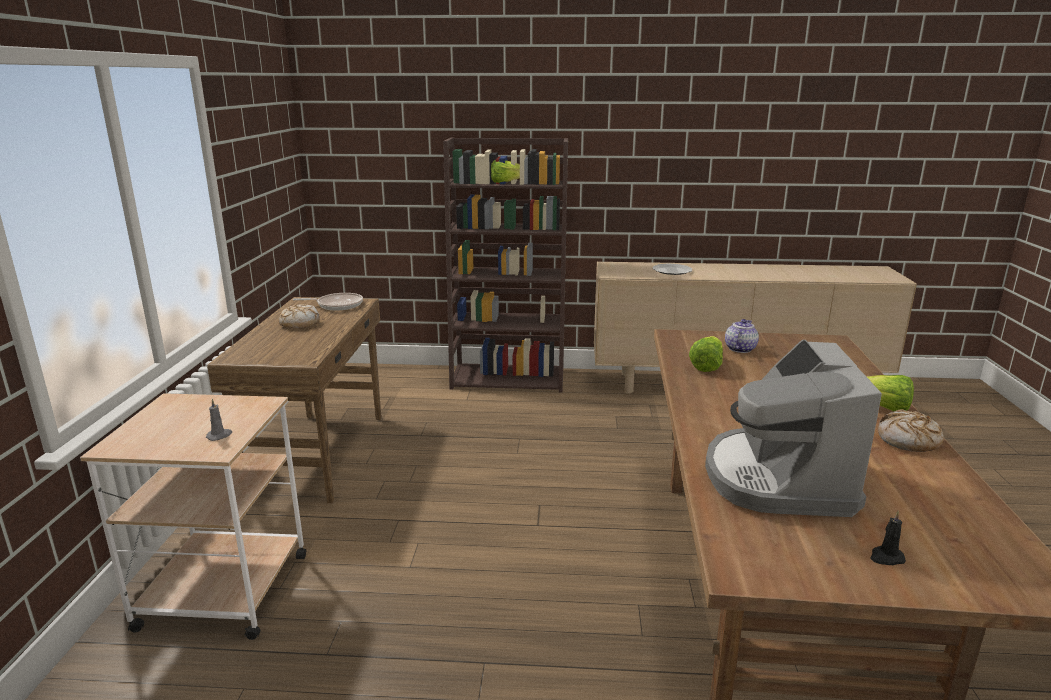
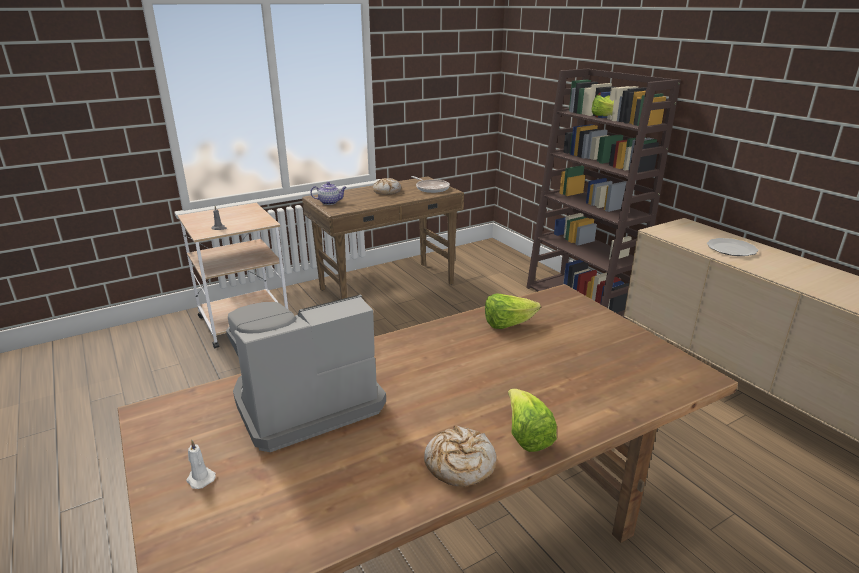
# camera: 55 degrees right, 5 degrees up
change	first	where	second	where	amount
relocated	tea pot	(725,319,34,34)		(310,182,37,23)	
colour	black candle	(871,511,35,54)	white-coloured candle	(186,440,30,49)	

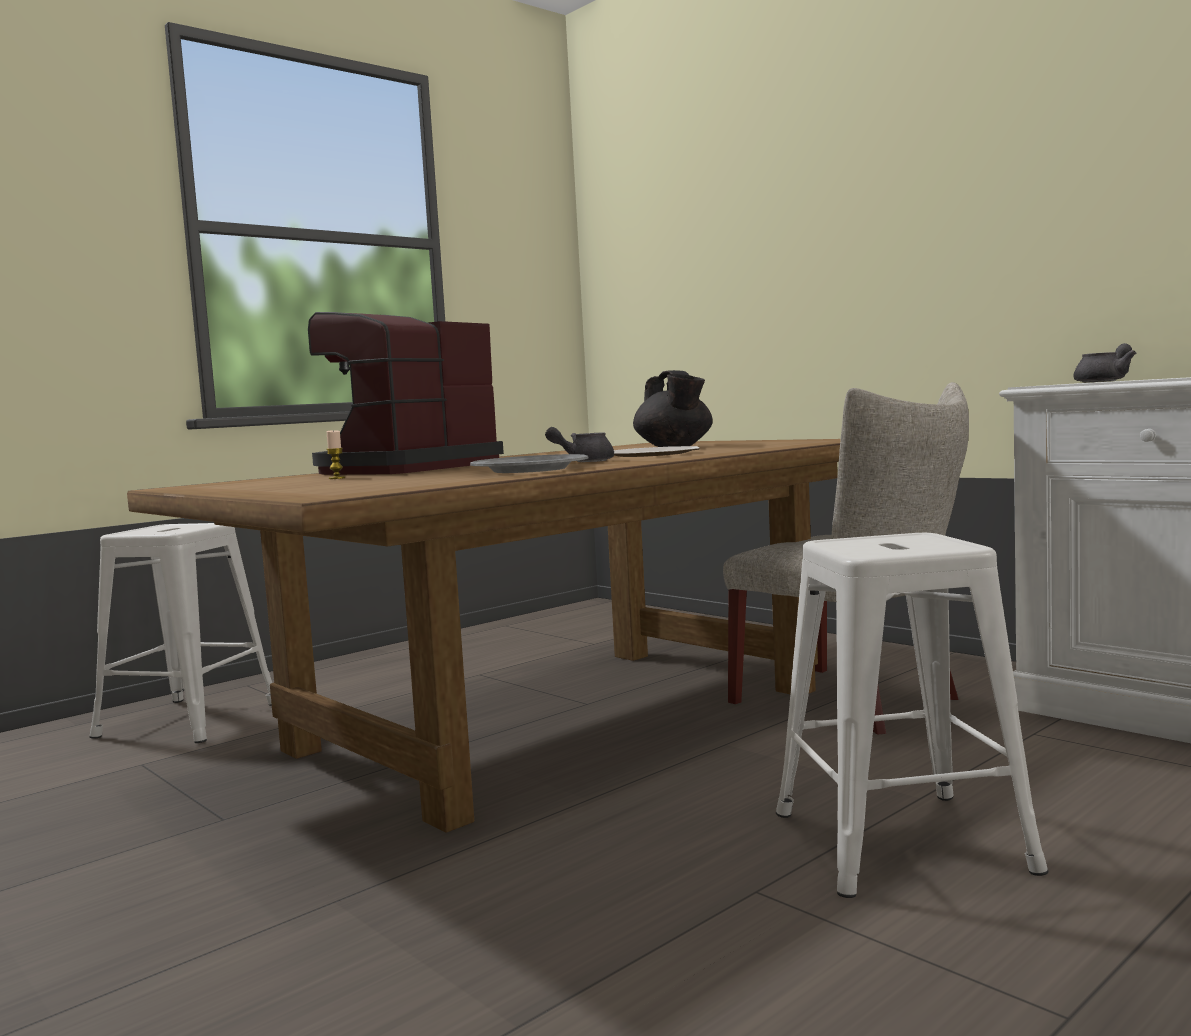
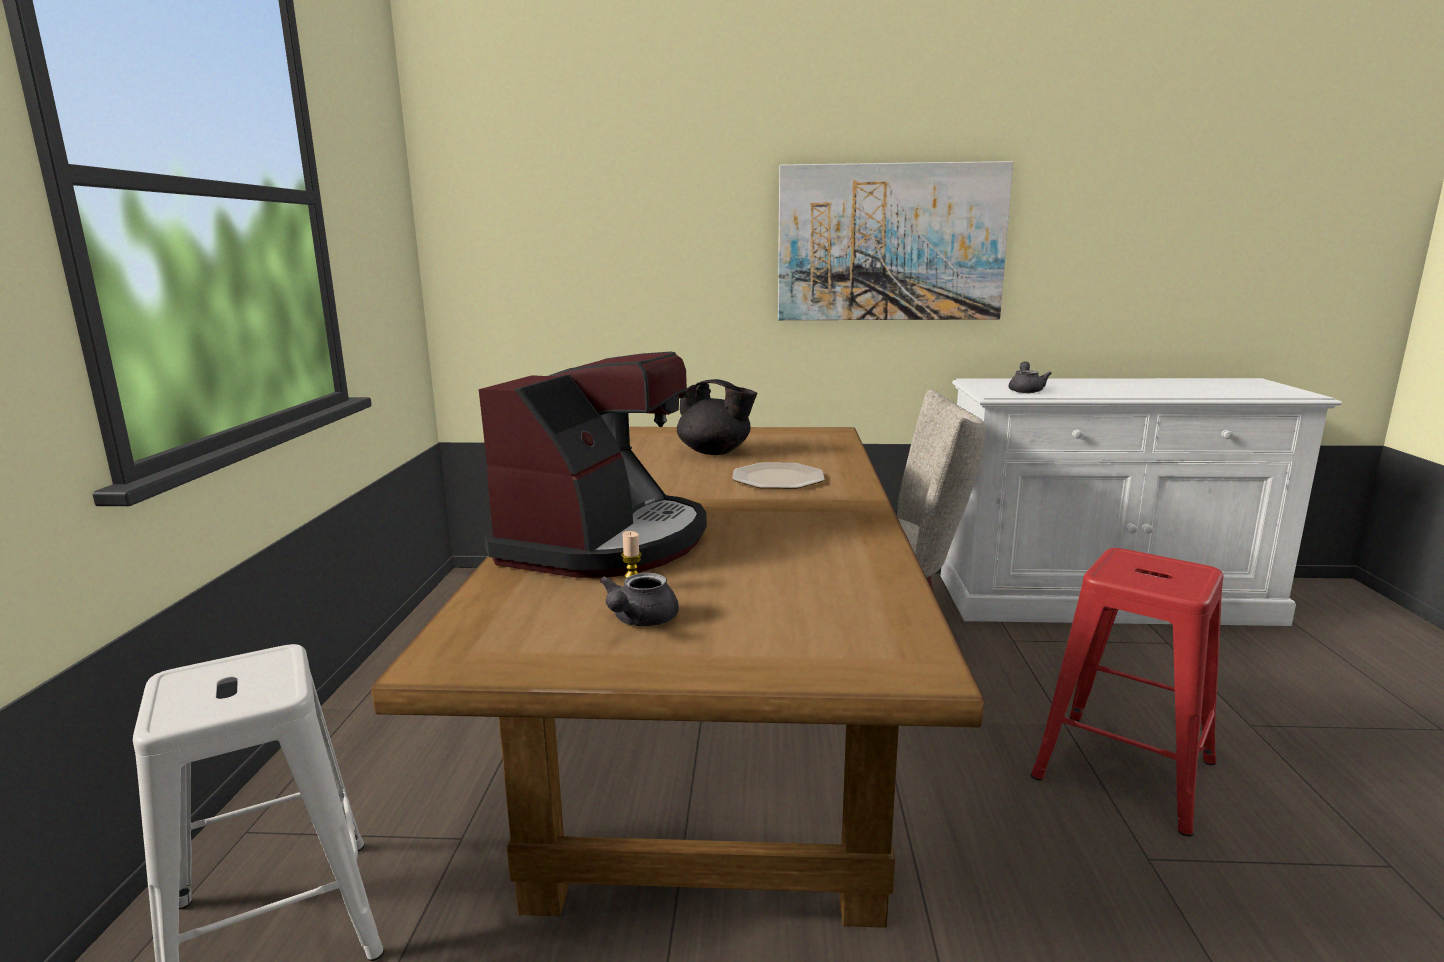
# camera: 45 degrees left, 10 degrees up
change	first	where	second	where	amount
missing	greyish flat dish	(470,454,119,19)			
appeared			picture	(778,161,235,159)	
relocated	greyish tea pot	(545,427,69,35)		(600,572,79,54)	
colour	white-coloured stool	(776,533,272,365)	red-coloured stool	(1031,548,193,289)	
spun	coffee machine	(308,312,196,163)		(479,351,228,227)	150 degrees counterclockwise

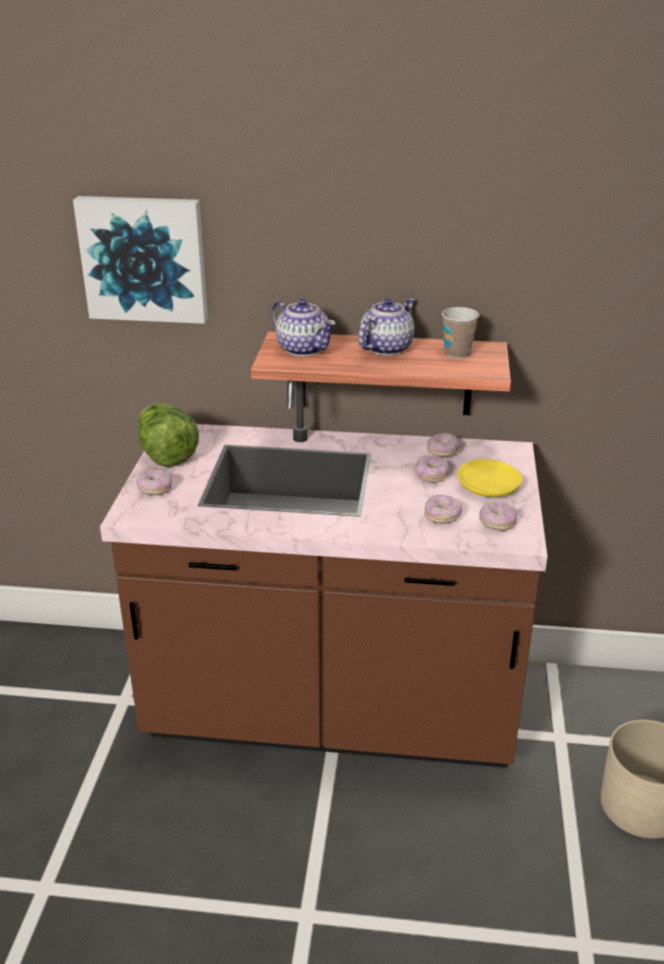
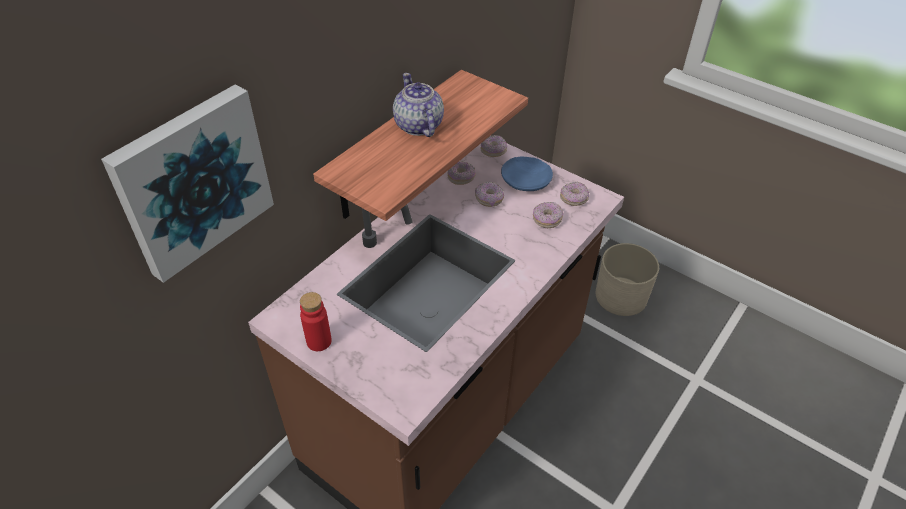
# camera: 60 degrees left, 15 degrees up
change	first	where	second	where	amount
missing	tea pot	(271,299,65,57)			
missing	cup	(442,307,37,52)			
relocated	ring doughnut	(136,469,36,26)		(480,135,27,22)	
exchanged	lettuce	(138,403,61,64)	red-coloured drink bottle	(300,292,32,59)	
colour	yellow-coloured flat dish	(457,459,66,38)	blue-coloured flat dish	(501,156,52,35)	

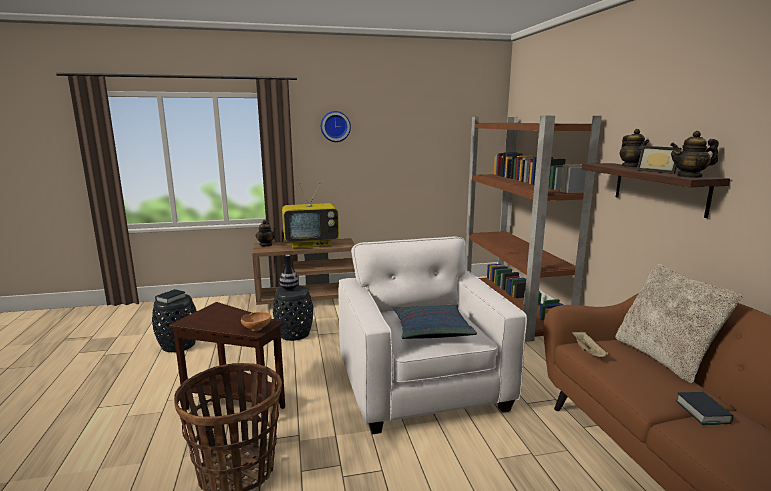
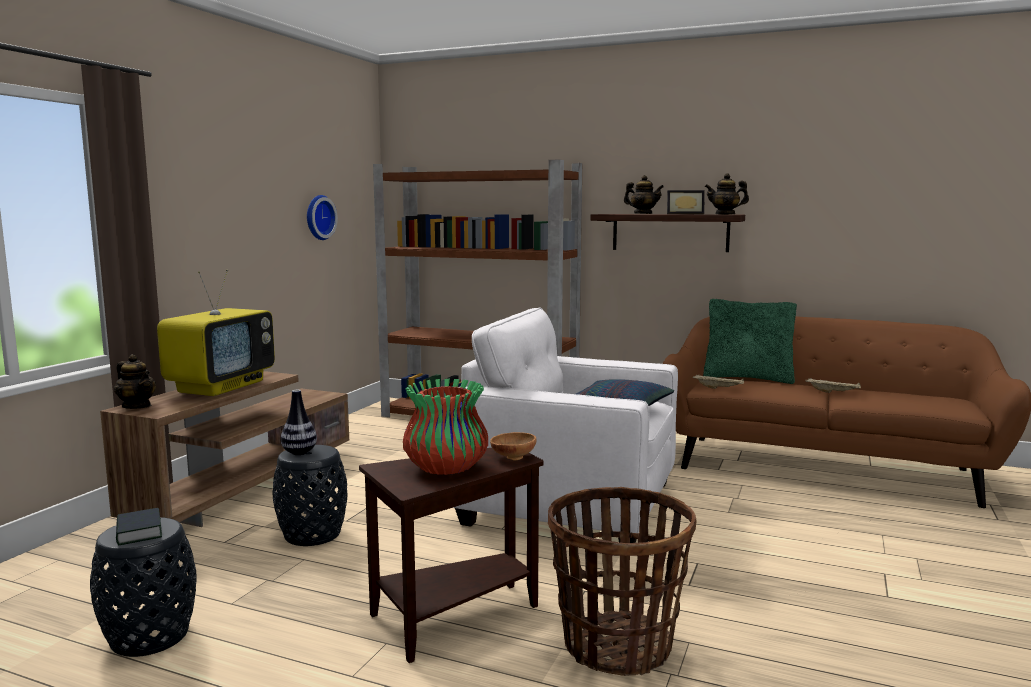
# camera: 55 degrees left, 5 degrees down
change	first	where	second	where	amount
appeared			vase	(403,379,85,96)	
relocated	clock on the wall	(321,111,30,31)		(307,195,31,45)	
exchanged	book	(676,392,57,33)	beige carrying tray	(806,378,55,15)	
colour	beige pillow	(615,264,128,119)	green-coloured pillow	(703,299,94,85)	
spun	tea pot	(670,131,49,47)		(705,173,44,42)	60 degrees clockwise

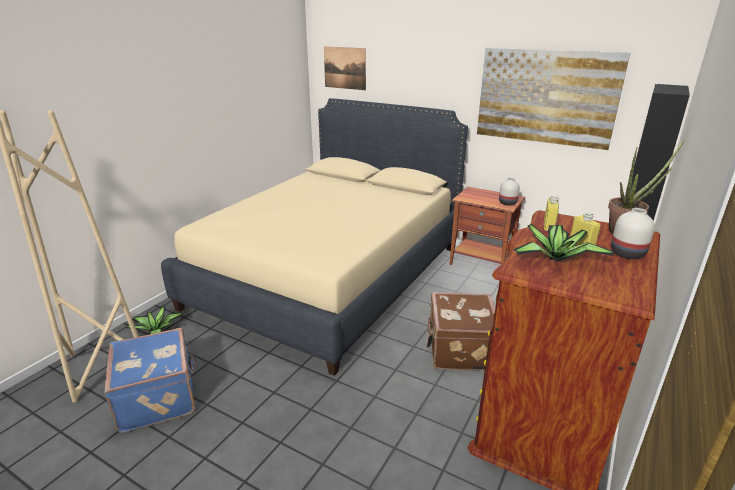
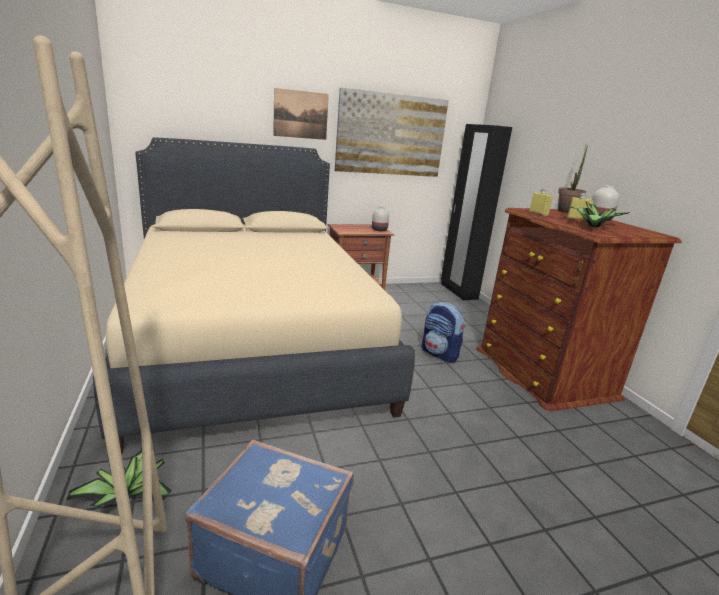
# camera: 50 degrees left, 5 degrees down
change	first	where	second	where	amount
relocated	picture	(324,46,42,44)		(273,88,56,52)	
exchanged	brown-coloured travel case	(427,292,68,79)	knapsack	(422,302,43,60)	

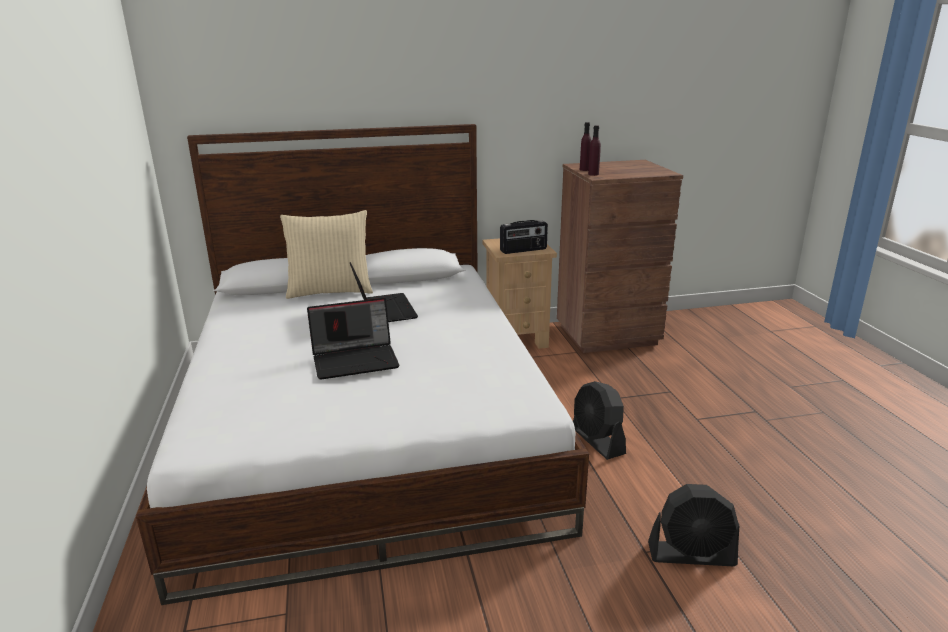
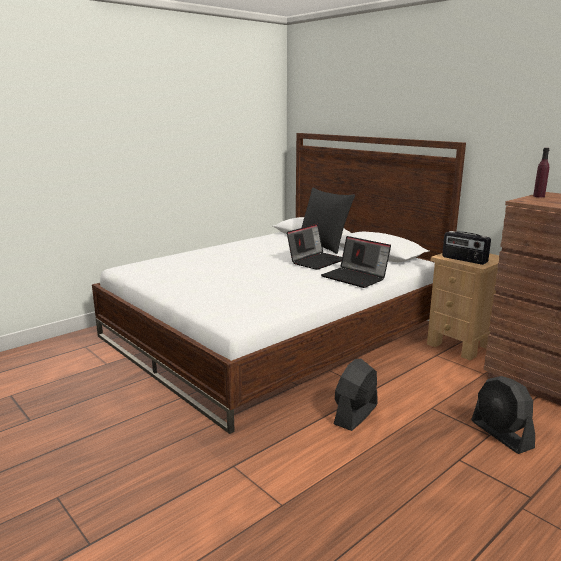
# camera: 60 degrees right, 5 degrees down
change	first	where	second	where	amount
missing	purple drink bottle	(588,125,13,51)			
relocated	notebook computer	(307,298,93,82)		(321,236,70,52)	
relocated	black fan	(648,484,91,82)		(471,376,64,78)	
colour	beige pillow	(280,210,93,89)	black pillow	(302,187,53,67)	

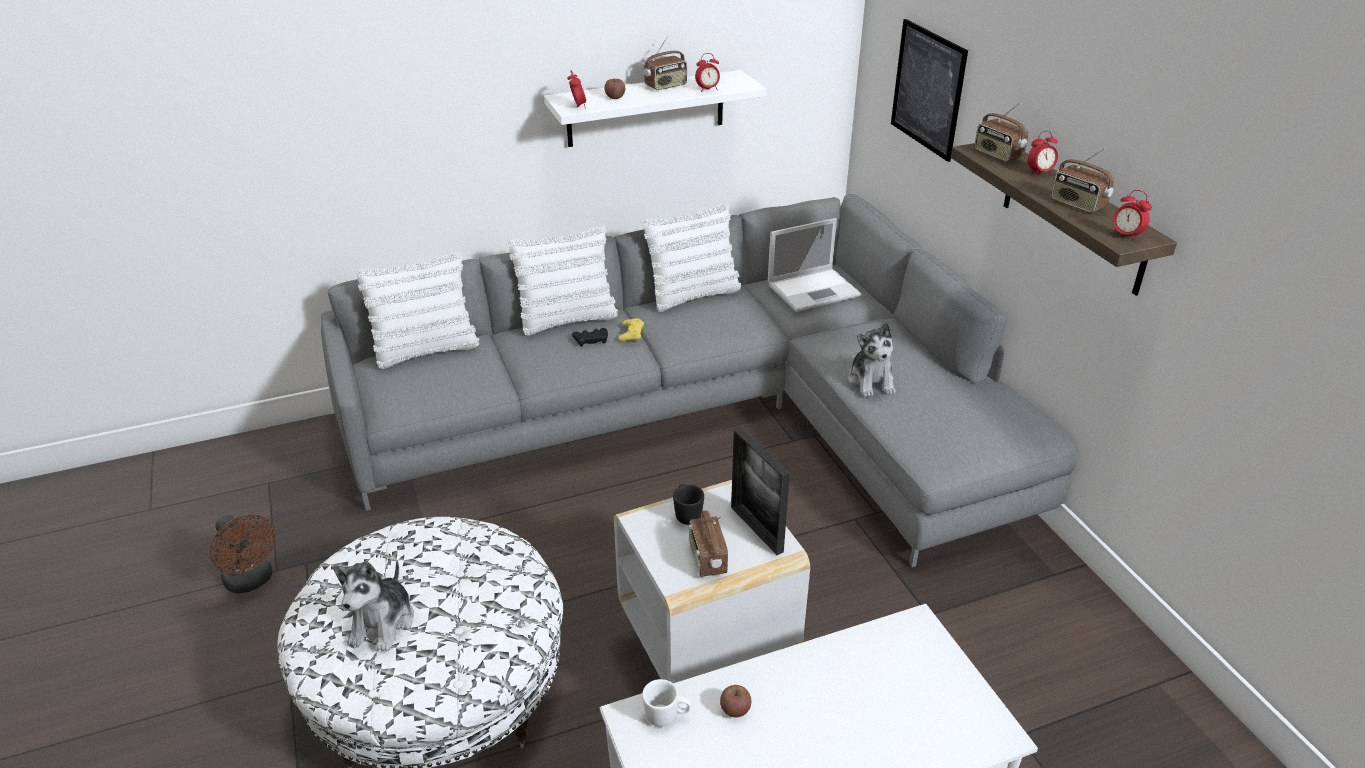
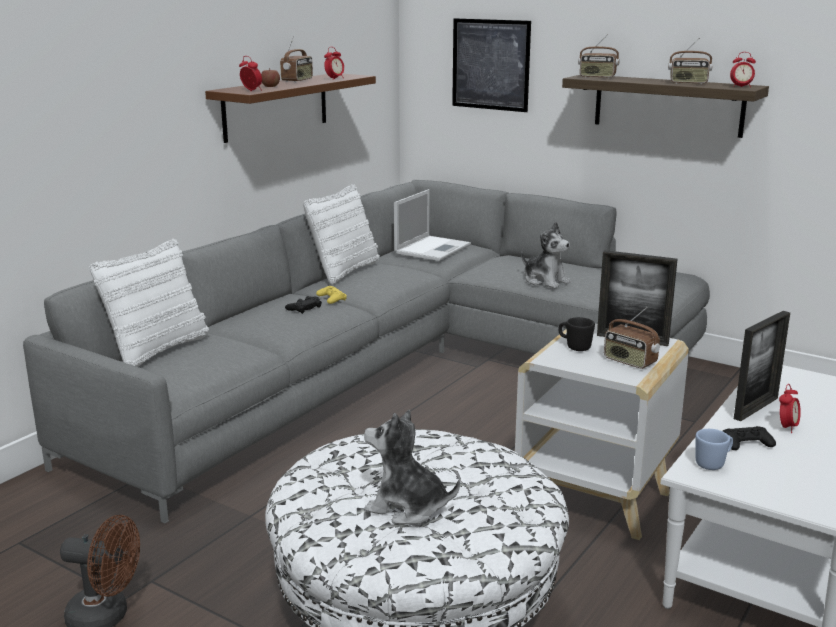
# camera: 35 degrees left, 15 degrees down
change	first	where	second	where	amount
missing	white-coloured pillow	(508,226,110,110)			
appeared			photo frame	(734,311,56,110)	
relocated	bedside clock	(1028,131,30,46)		(779,384,22,49)	
exchanged	apple	(720,685,31,33)	black joypad	(723,426,53,24)	
colour	white-coloured bracket shelf	(544,70,222,77)	brown-coloured bracket shelf	(205,74,171,69)	
colour	white-coloured tea mug	(642,679,49,48)	blue-coloured tea mug	(696,429,37,41)	
spun	cuddly toy	(333,560,81,92)		(364,410,96,115)	135 degrees clockwise

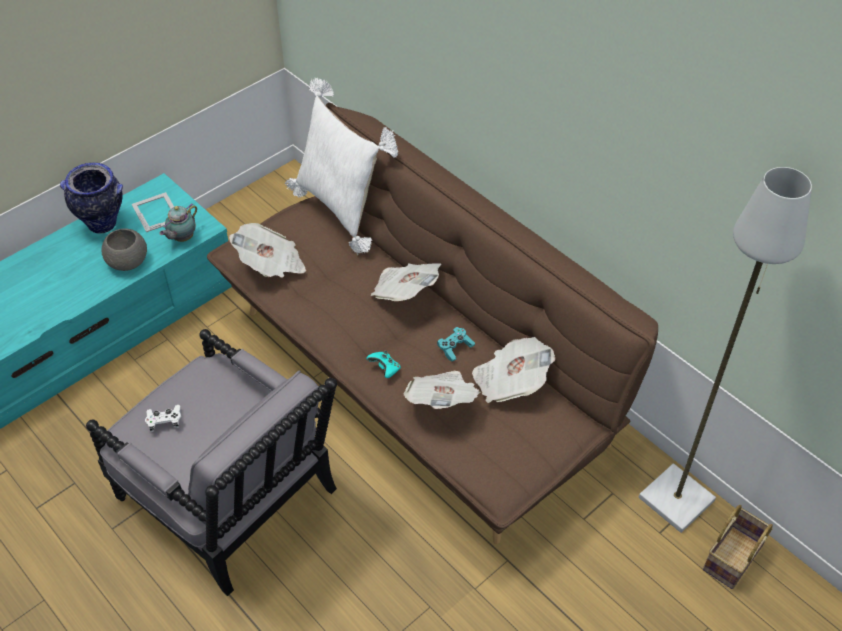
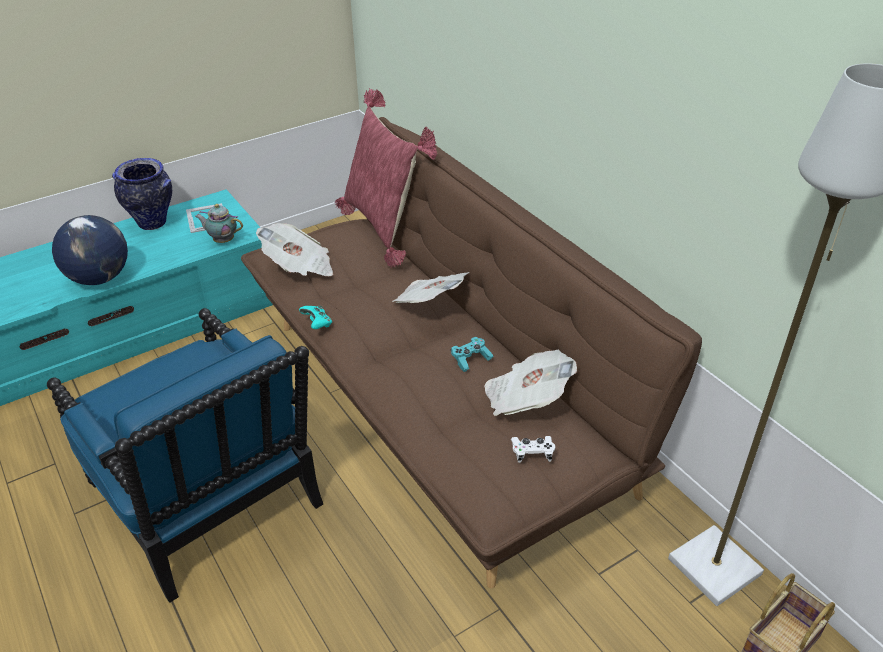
# camera: 10 degrees right, 10 degrees down
change	first	where	second	where	amount
missing	greyish deep dish	(101,228,46,43)			
missing	printed paper	(403,371,78,38)			
appeared			desk globe	(52,215,76,70)	
relocated	white-coloured joypad	(145,405,36,27)		(511,436,44,27)	
relocated	turquoise joypad	(367,351,34,27)		(299,305,33,24)	
colour	greyish easy chair	(86,329,251,267)	blue-coloured easy chair	(47,308,276,295)	
colour	white-coloured pillow	(285,78,114,177)	red-coloured pillow	(335,89,102,180)	
spun	tea pot	(159,203,38,39)		(195,204,48,39)	60 degrees clockwise

